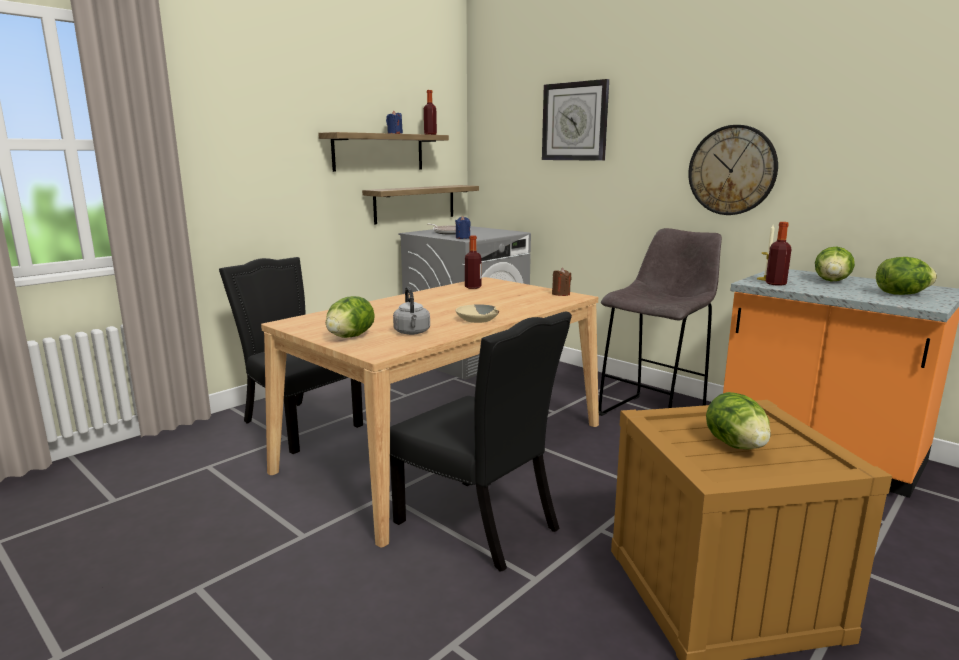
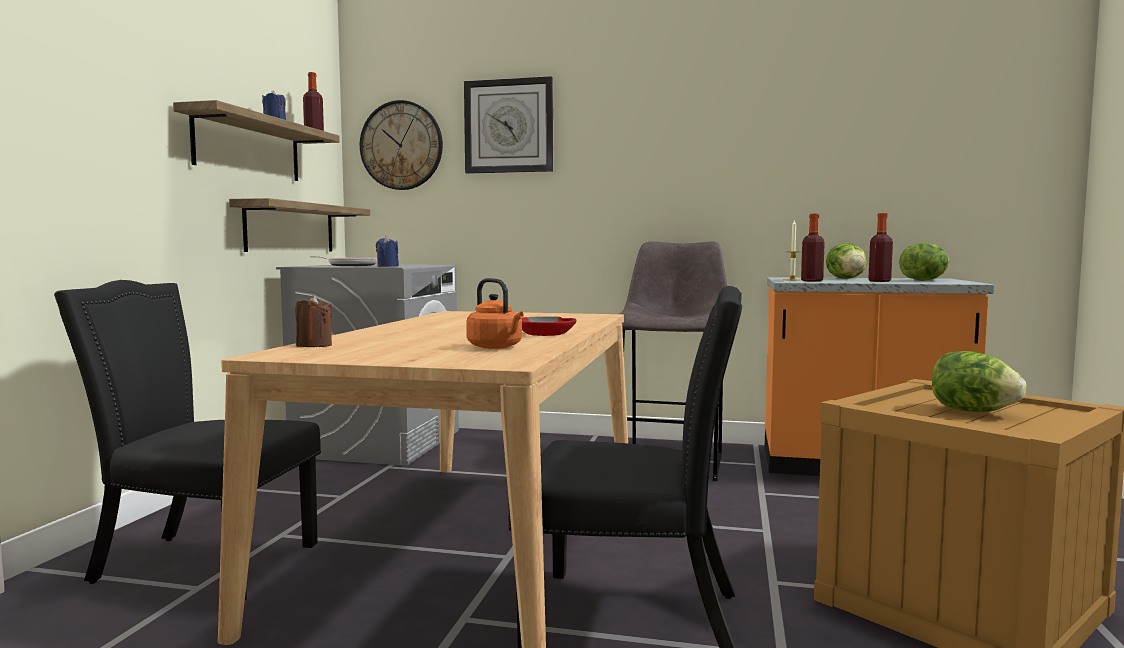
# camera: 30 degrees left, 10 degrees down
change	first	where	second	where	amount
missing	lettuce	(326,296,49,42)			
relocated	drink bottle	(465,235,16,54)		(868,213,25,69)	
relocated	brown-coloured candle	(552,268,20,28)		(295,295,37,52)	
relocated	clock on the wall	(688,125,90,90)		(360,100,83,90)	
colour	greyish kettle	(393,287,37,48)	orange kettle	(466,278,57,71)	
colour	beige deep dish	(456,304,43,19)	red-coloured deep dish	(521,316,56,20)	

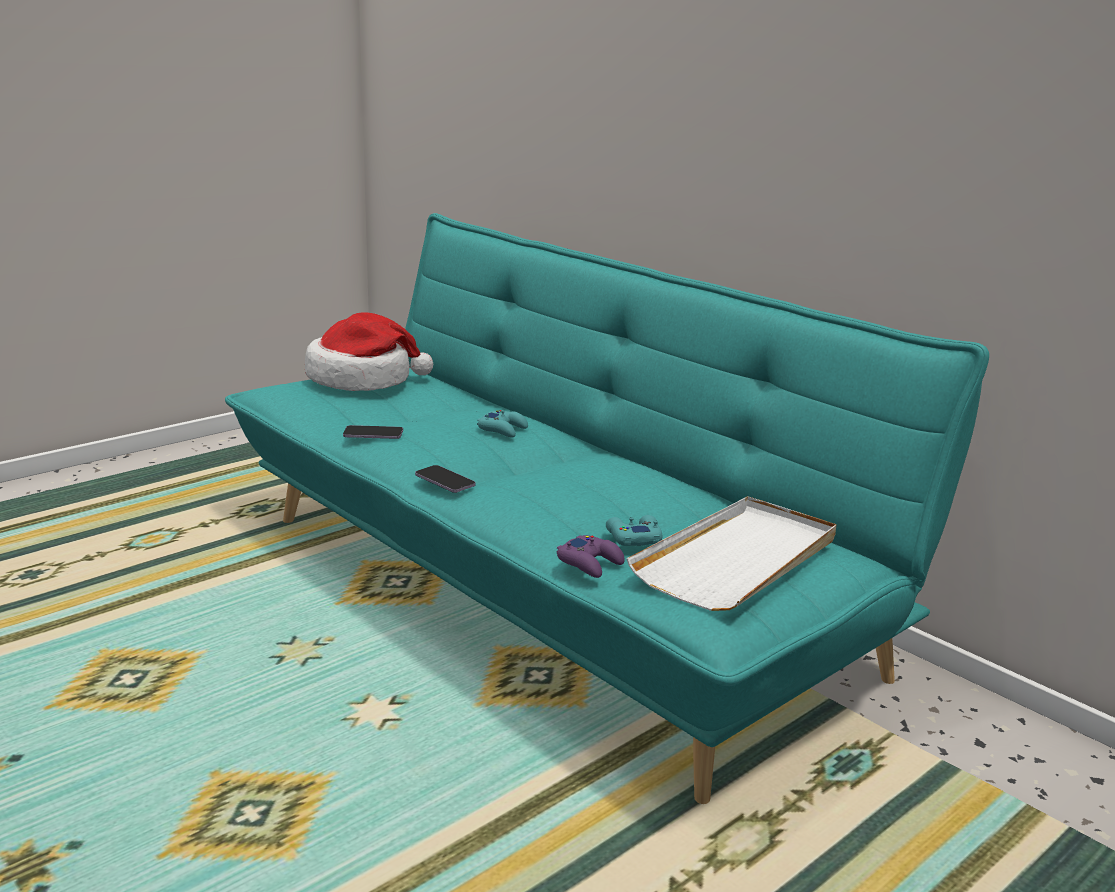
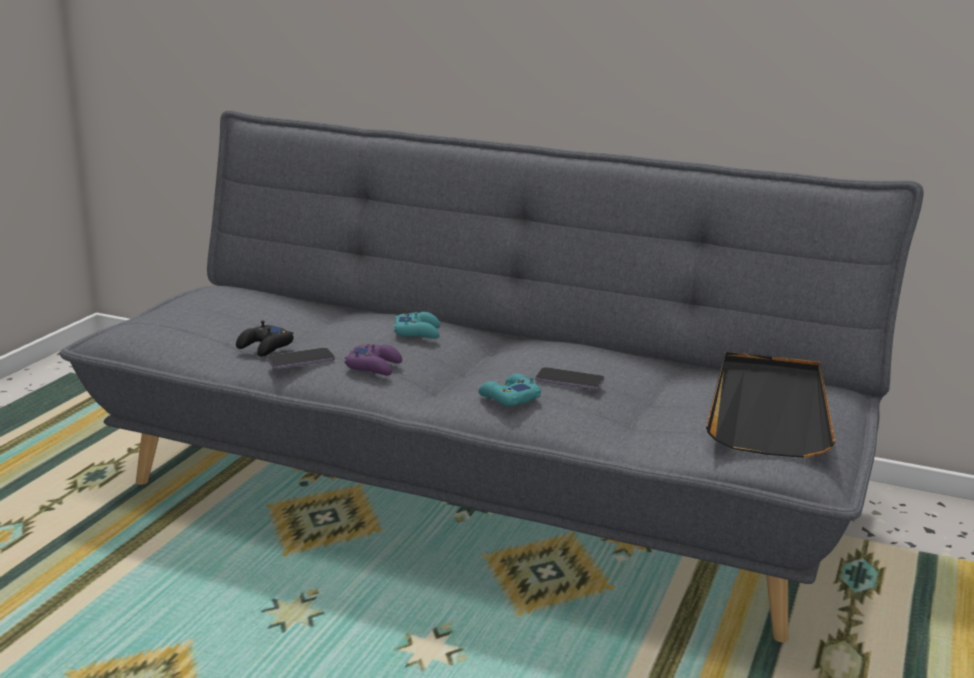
# camera: 25 degrees left, 0 degrees up
change	first	where	second	where	amount
missing	hat	(305,313,128,78)			
appeared			black joypad	(236,321,58,36)	
relocated	phone	(415,465,61,28)		(535,367,69,23)	
relocated	purple joypad	(557,535,68,43)		(345,344,57,31)	
relocated	turquoise joypad	(606,515,56,31)		(479,374,62,32)	
colour	turquoise couch	(225,213,764,591)	greyish couch	(60,110,863,532)	
colour	white-coloured carrying tray	(627,496,210,115)	black carrying tray	(706,352,130,106)	

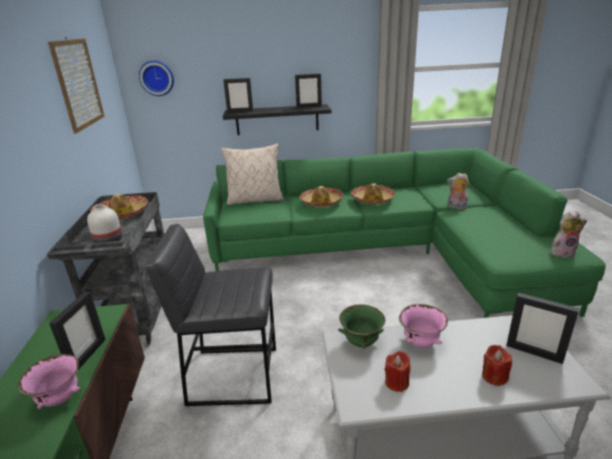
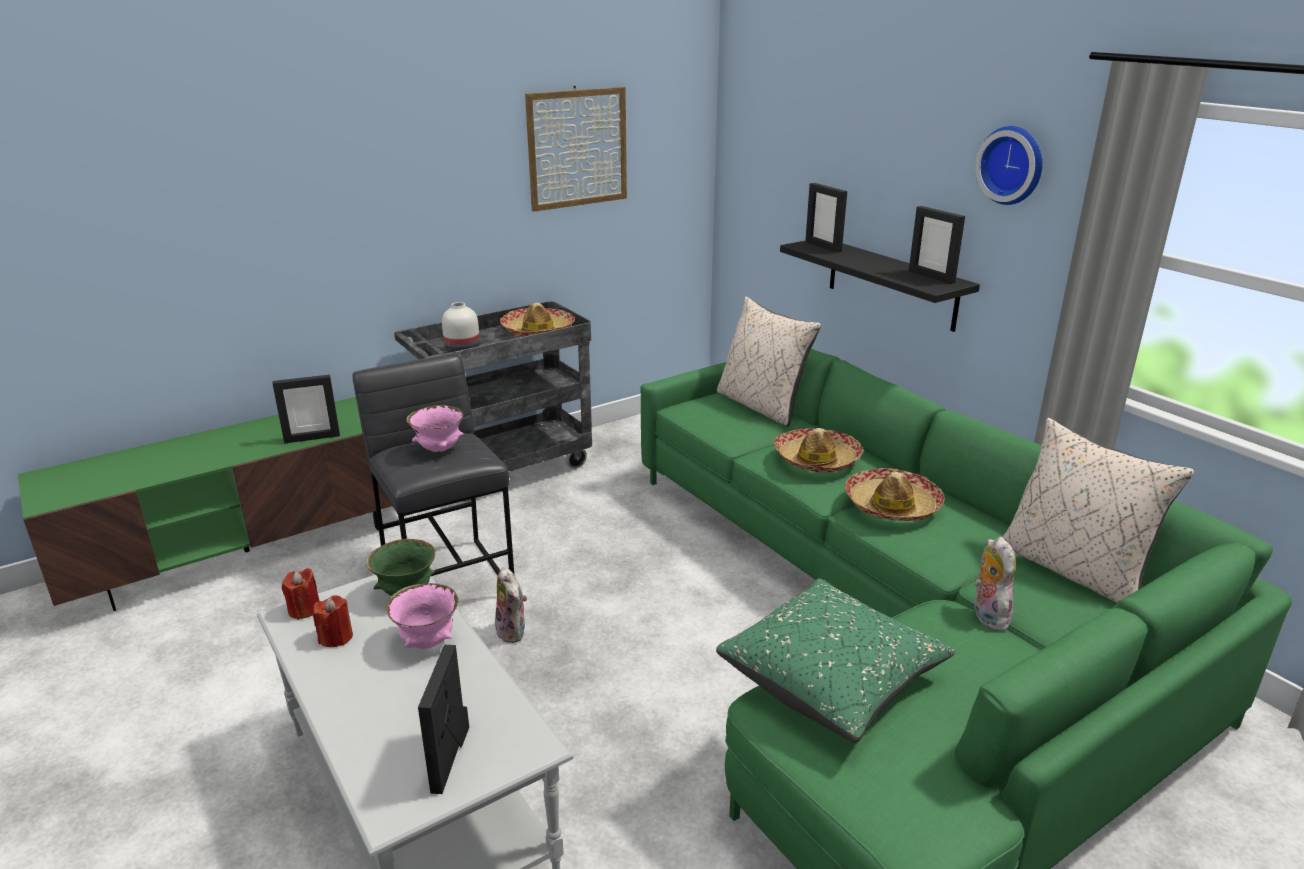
# camera: 60 degrees right, 0 degrees up
change	first	where	second	where	amount
appeared			green-coloured pillow	(716,579,239,164)	
appeared			beige pillow	(1003,417,191,186)	
relocated	pink deep dish	(17,354,63,56)		(406,405,58,47)	
relocated	clock on the wall	(139,61,35,35)		(975,126,68,79)	
relocated	red-coloured candle	(482,345,30,41)		(282,568,37,52)	
relocated	cuddly toy	(551,211,36,47)		(495,567,32,76)	

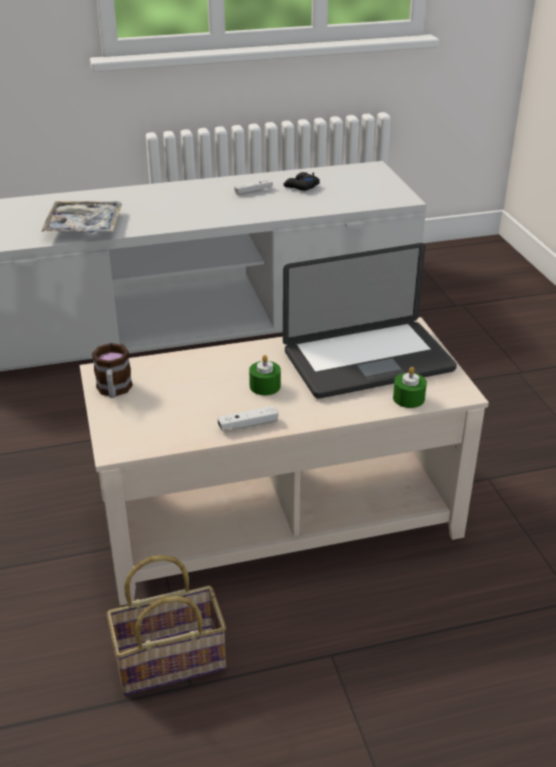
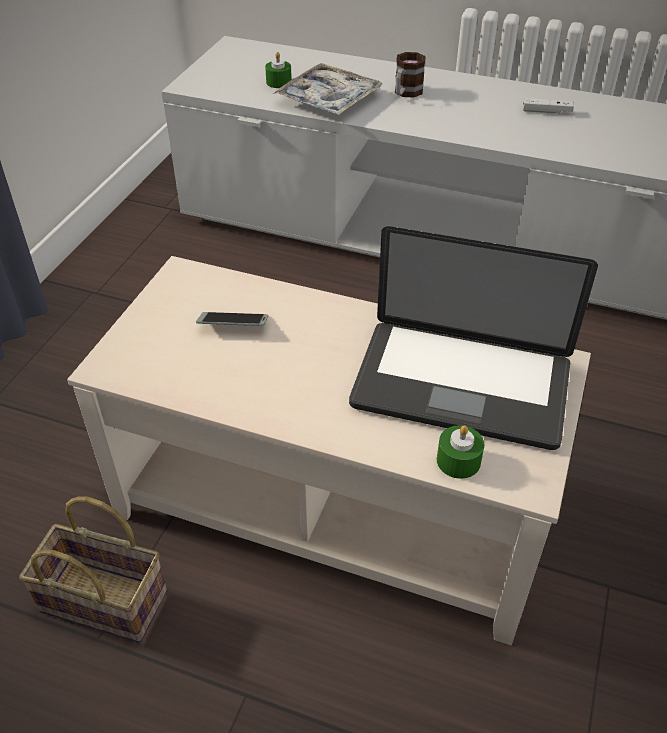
# camera: 35 degrees right, 10 degrees up
change	first	where	second	where	amount
missing	white-coloured joypad	(218,406,60,24)			
missing	black joypad	(283,172,37,19)			
appeared			phone	(196,312,72,14)	
relocated	tea mug	(92,343,41,55)		(395,52,31,46)	
relocated	green-coloured candle	(249,355,32,40)		(265,52,27,36)	

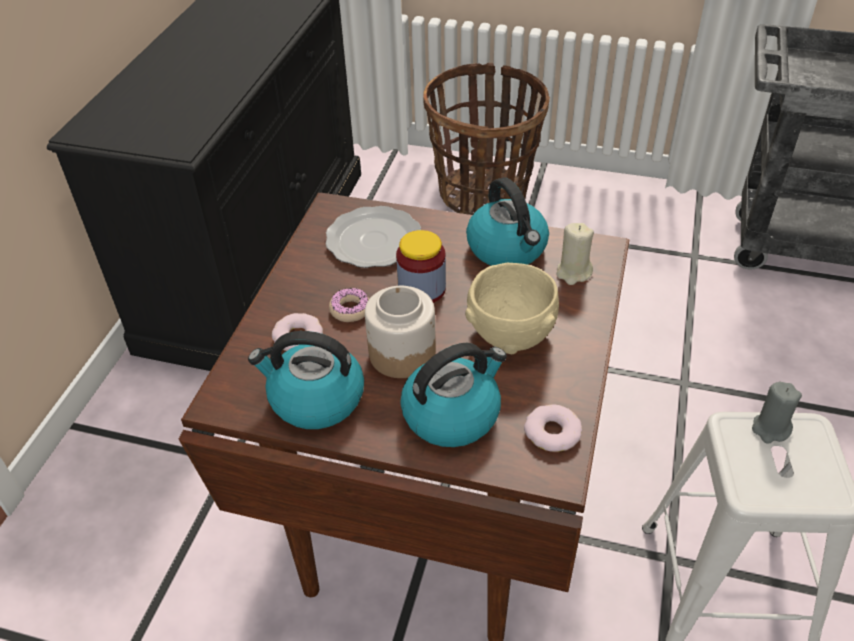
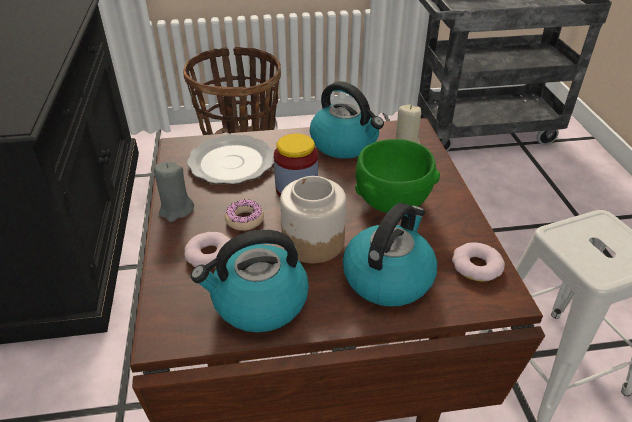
# camera: 25 degrees left, 5 degrees down
change	first	where	second	where	amount
relocated	greyish candle	(752,382,50,62)		(154,162,40,60)	
colour	beige deep dish	(465,263,94,91)	green-coloured deep dish	(355,139,85,74)	

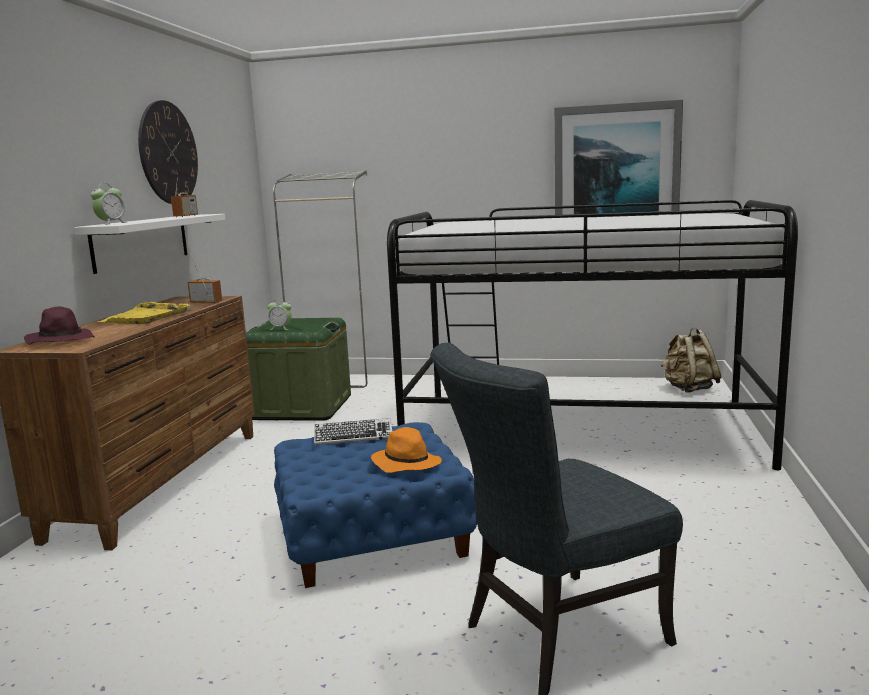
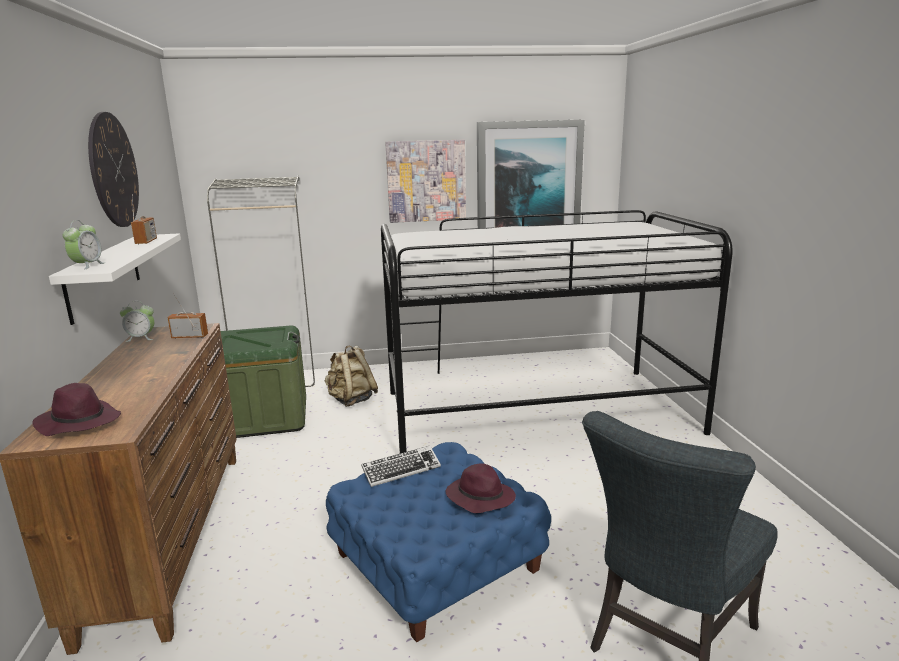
# camera: 20 degrees left, 5 degrees up
change	first	where	second	where	amount
missing	yellow-coloured carrying tray	(97,302,93,22)			
appeared			picture	(385,140,81,83)	
relocated	bedside clock	(267,298,25,32)		(120,301,34,41)	
relocated	beige knapsack	(661,328,60,65)		(325,345,53,62)	
colour	orange hat	(371,427,71,46)	purple hat	(445,463,71,50)	

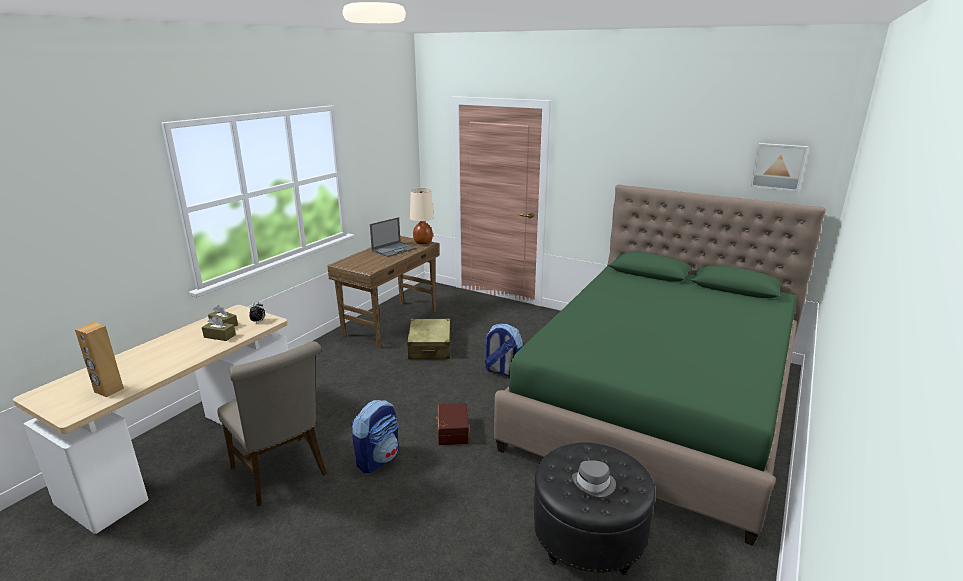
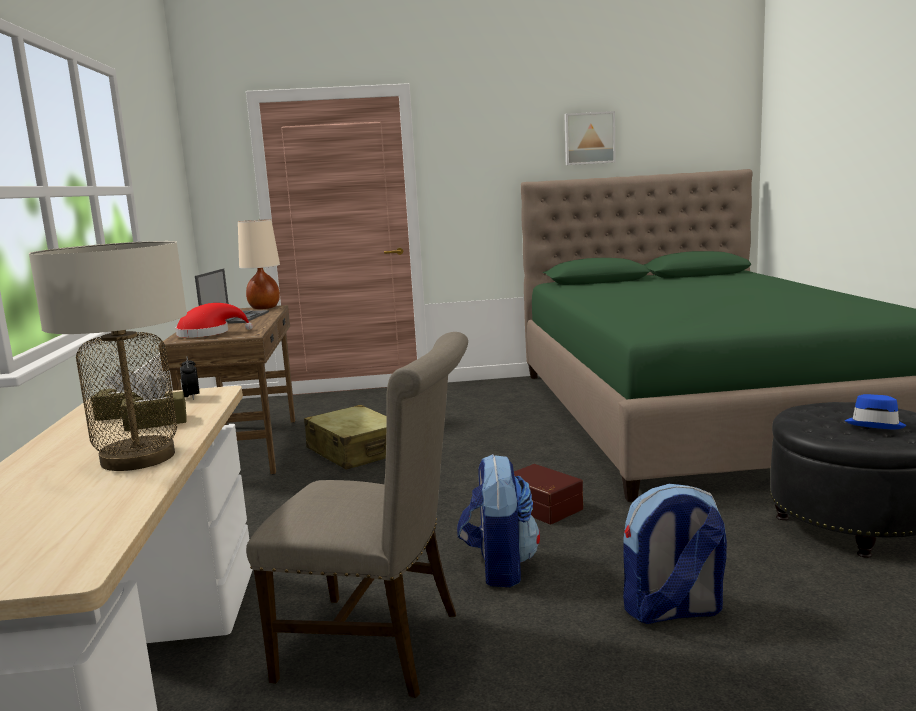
# camera: 35 degrees left, 10 degrees down
change	first	where	second	where	amount
missing	brown-coloured audio speaker	(75,322,49,75)			
appeared			tabletop lamp	(29,241,158,230)	
appeared			red-coloured hat	(176,303,77,35)	
relocated	knapsack	(485,324,38,53)		(623,484,104,140)	
relocated	picture	(750,143,58,49)		(564,111,51,54)	
colour	greyish hat	(572,460,44,37)	blue-coloured hat	(845,394,62,35)	

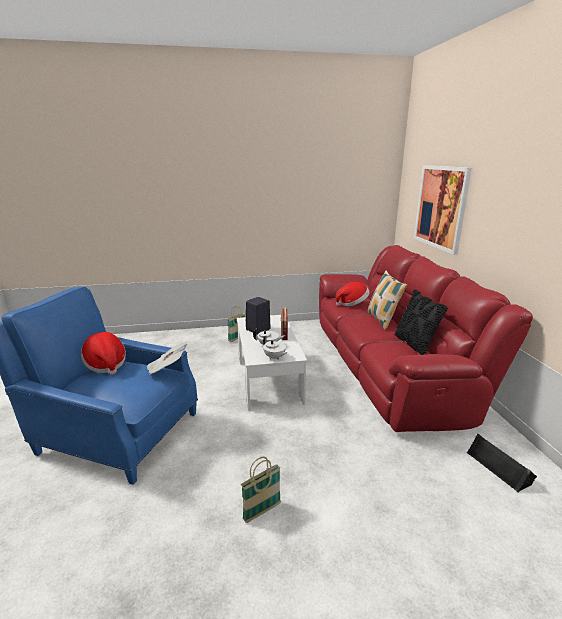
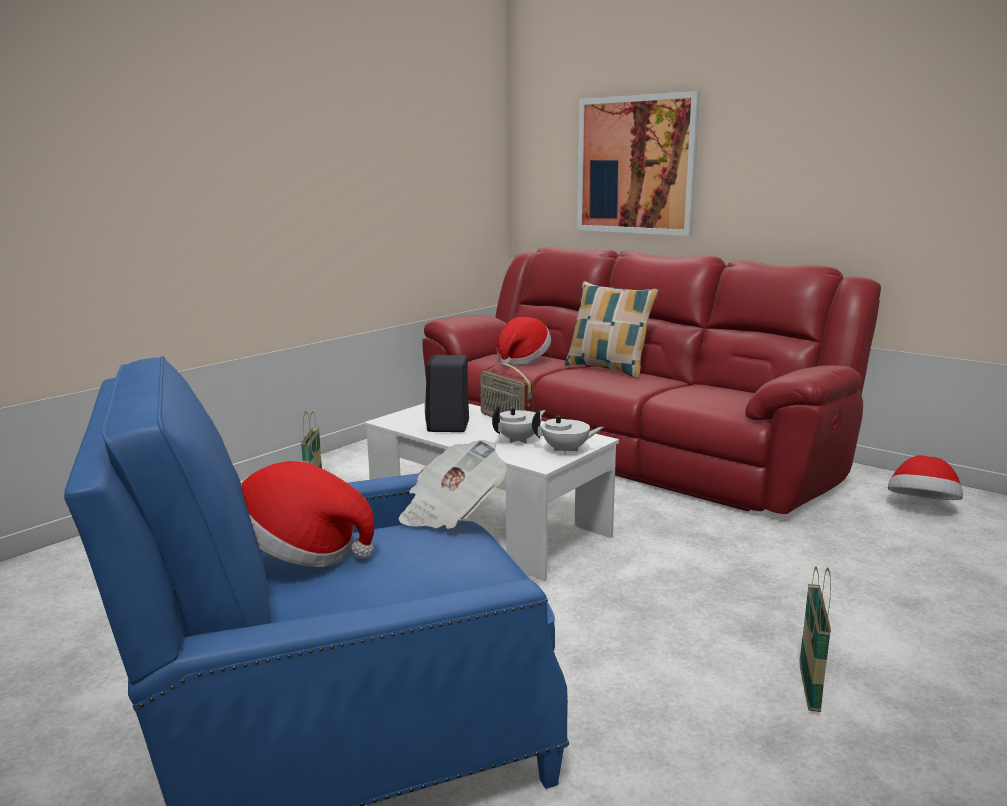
# camera: 40 degrees left, 5 degrees down
change	first	where	second	where	amount
missing	black pillow	(394,289,54,66)			
exchanged	black audio speaker	(467,433,70,59)	hat	(888,455,75,45)	

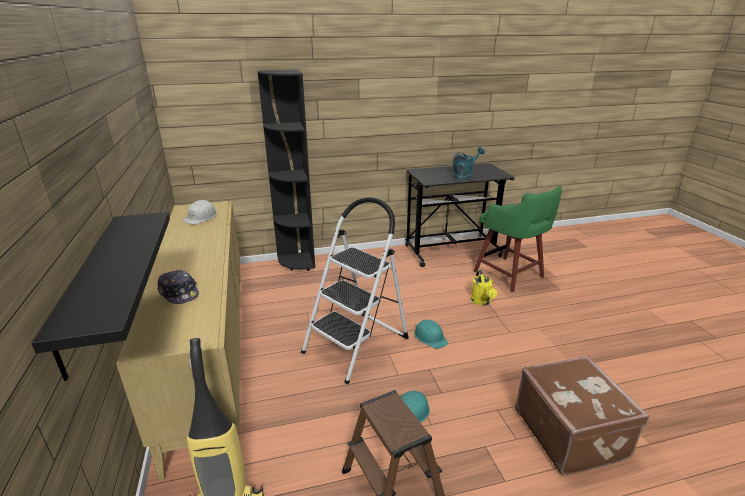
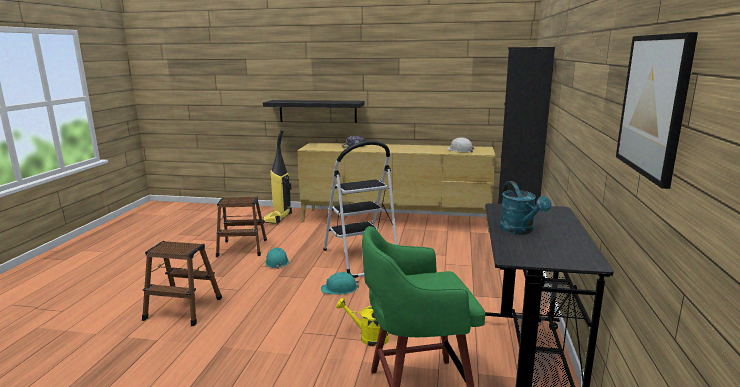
# camera: 115 degrees right, 10 degrees down
change	first	where	second	where	amount
appeared			picture	(616,32,82,157)	
exchanged	brown-coloured travel case	(515,356,134,120)	brown-coloured stepladder	(142,241,80,85)	

